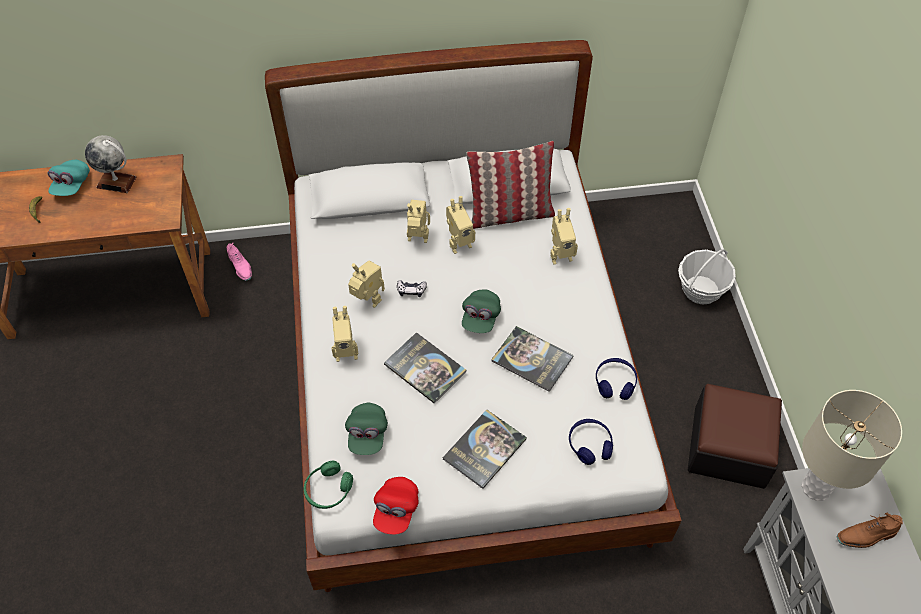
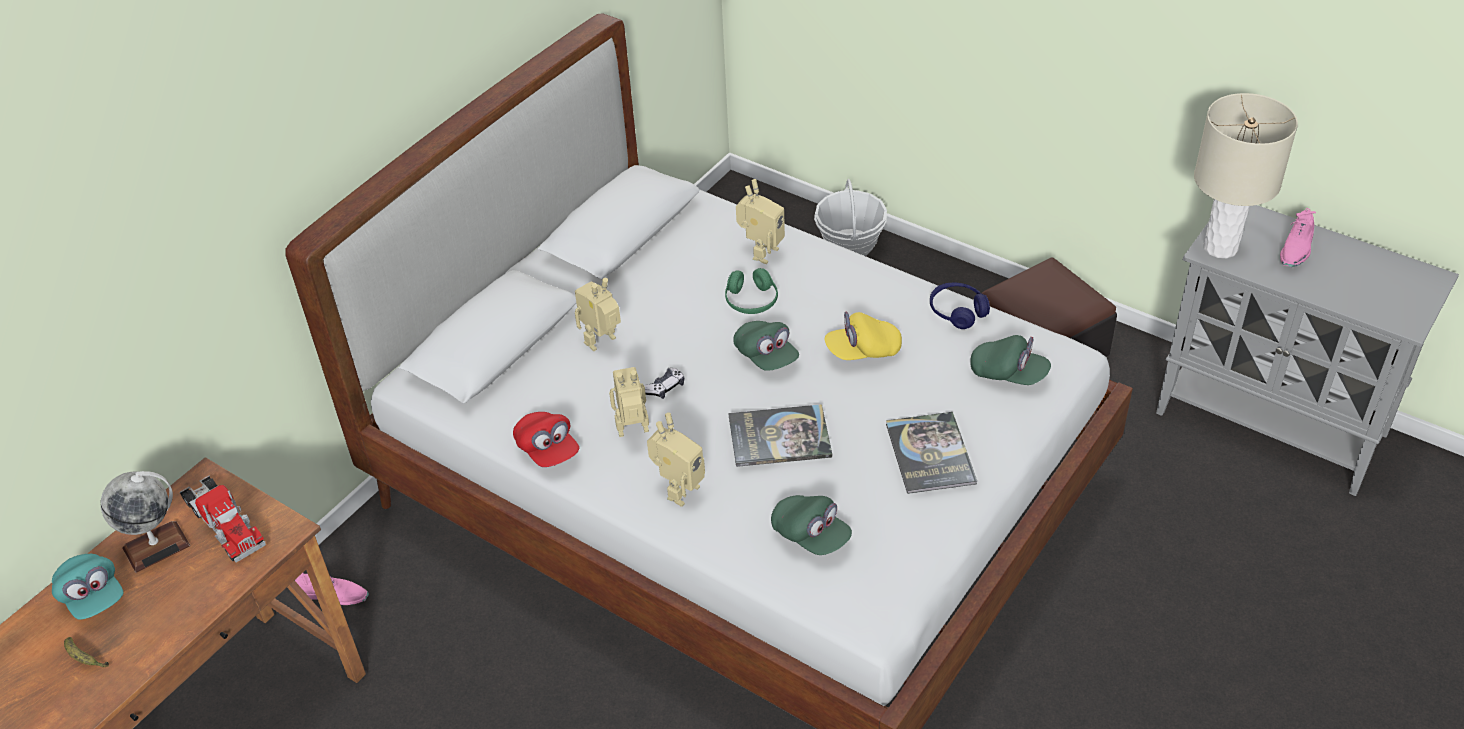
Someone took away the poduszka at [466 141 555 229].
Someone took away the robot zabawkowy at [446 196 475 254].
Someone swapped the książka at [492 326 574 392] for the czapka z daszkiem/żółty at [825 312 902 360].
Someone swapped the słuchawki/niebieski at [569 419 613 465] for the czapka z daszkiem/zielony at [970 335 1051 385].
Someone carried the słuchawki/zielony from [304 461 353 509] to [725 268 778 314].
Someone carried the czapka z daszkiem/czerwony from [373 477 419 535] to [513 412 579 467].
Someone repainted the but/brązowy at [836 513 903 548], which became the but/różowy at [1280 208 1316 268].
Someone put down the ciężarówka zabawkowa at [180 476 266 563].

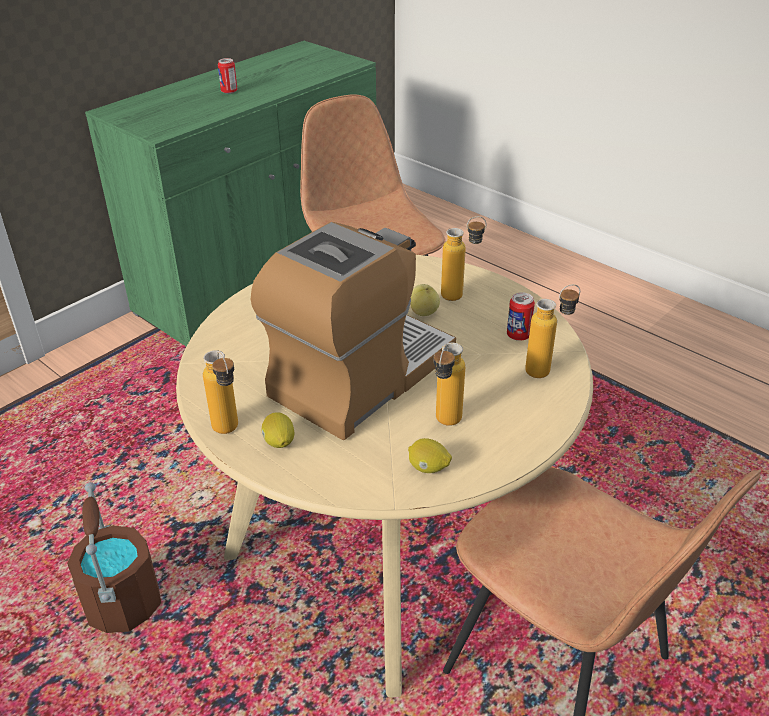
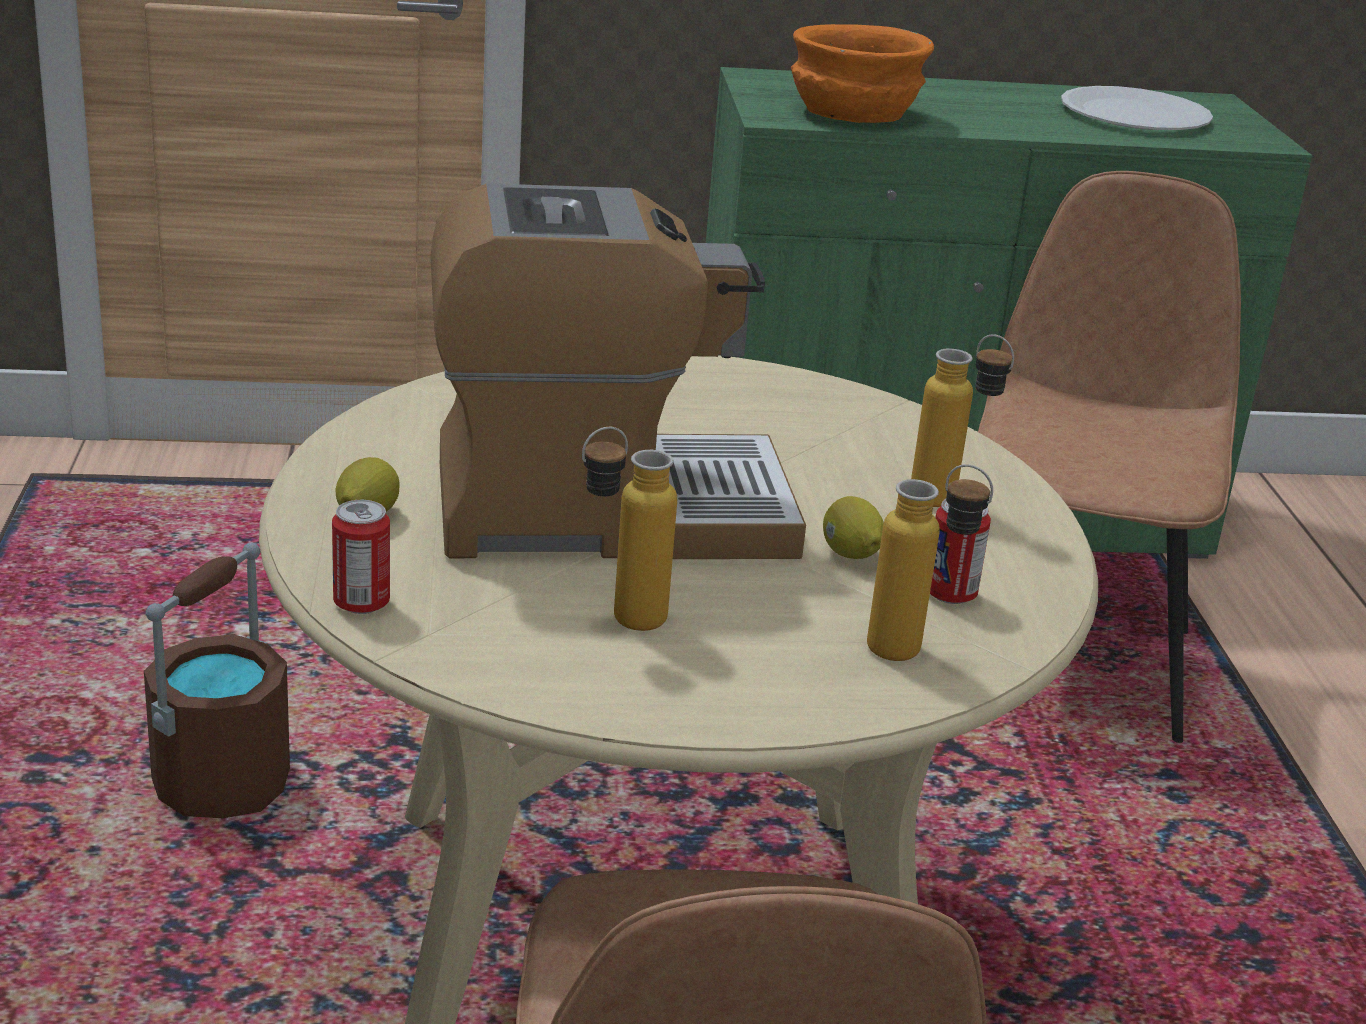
Someone carried the puszka from [218 58 238 94] to [332 500 390 614].
Someone took away the jabłko at [410 284 440 316].
Someone took away the butelka at [203 350 238 434].
Someone carried the cytryna from [408 438 452 473] to [823 496 884 559].
Someone put down the miska/pomarańczowy at [791 24 934 123].
Someone put down the talerz/biały at [1061 86 1213 130].

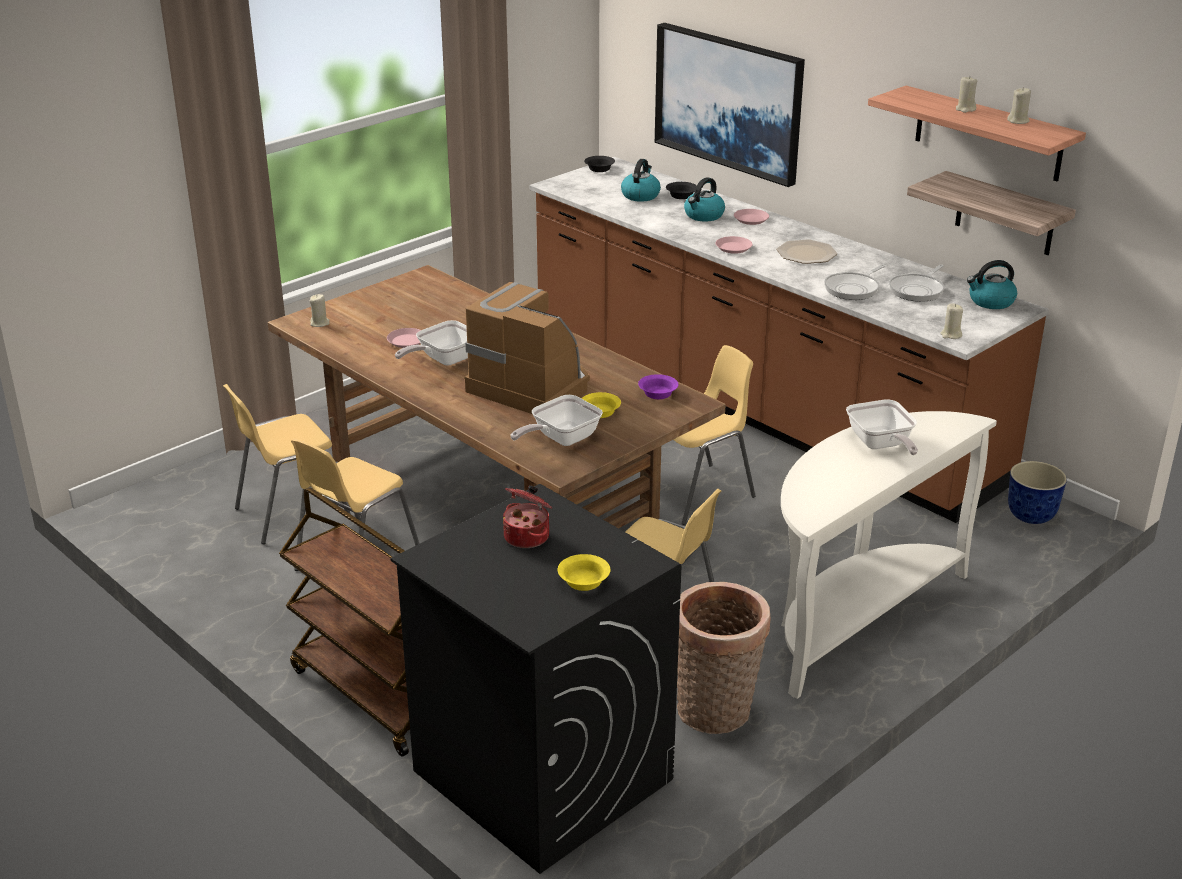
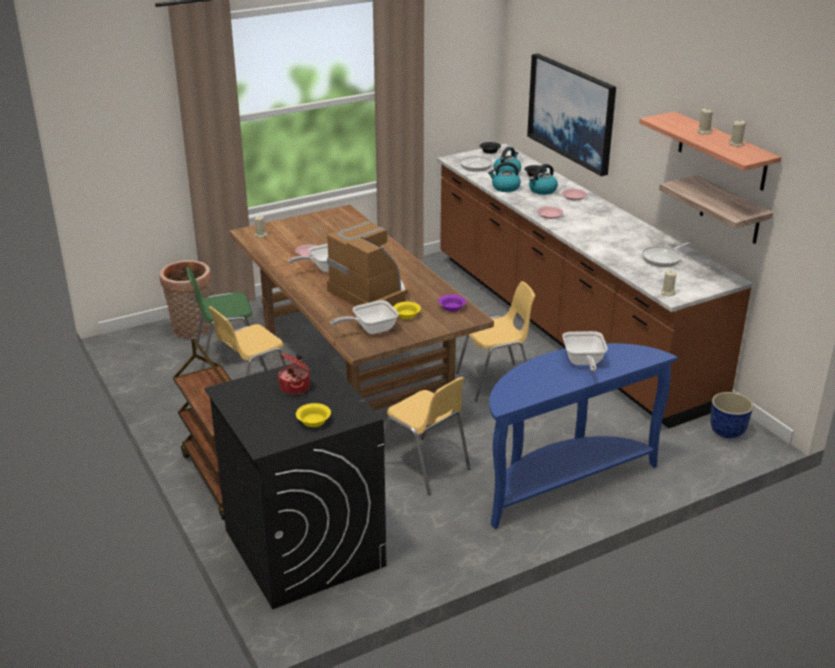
Someone took away the talerz at [776 239 837 264].
Someone carried the czajnik from [967 260 1017 309] to [488 162 521 192].
Someone carried the patelnia from [824 265 885 300] to [460 155 501 172].
Someone repainted the krzesło/żółty at [223 384 351 544], which became the krzesło/zielony at [186 267 262 370].
Someone repainted the stolik konsolowy/biały at [781 411 997 699], which became the stolik konsolowy/niebieski at [489 343 678 529].
Someone carried the koszyk from [677 582 771 734] to [159 260 211 339].

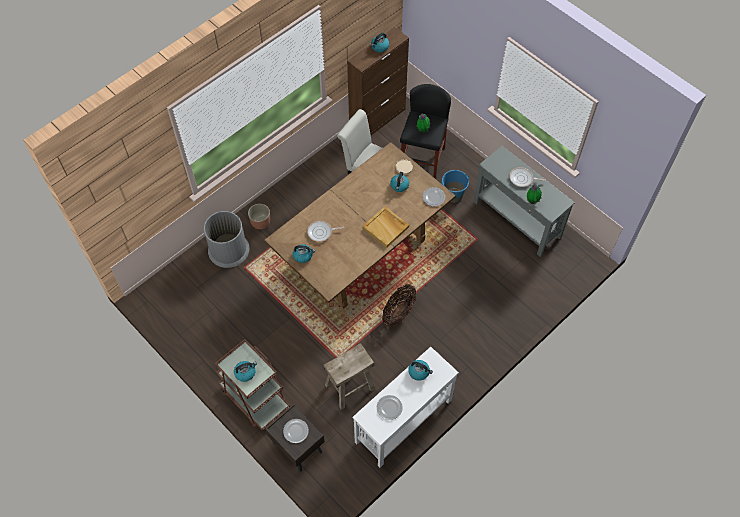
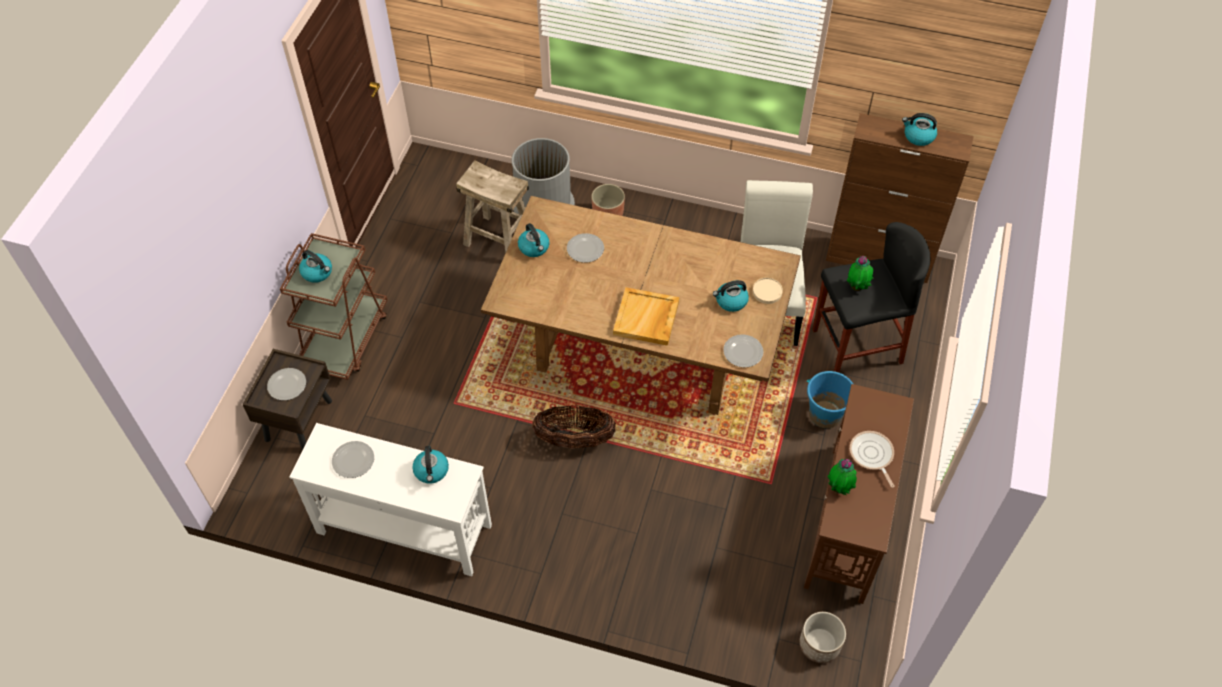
Someone repainted the stolik konsolowy/szary at [473 146 575 257], which became the stolik konsolowy/brązowy at [804 384 914 604].
Someone swapped the patelnia at [307 221 345 242] for the talerz at [567 233 604 263].
Someone carried the stołek/beżowy from [324 343 375 410] to [456 160 529 254].
Someone put down the donica at [800 612 846 663].

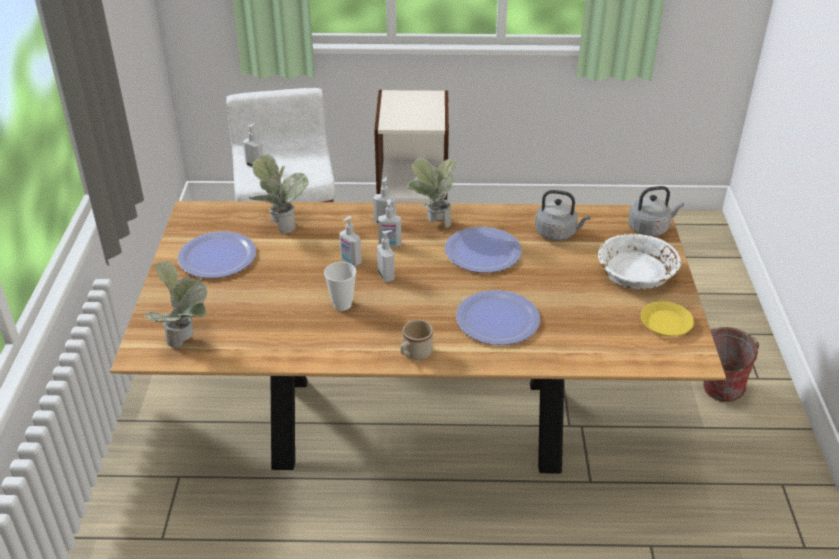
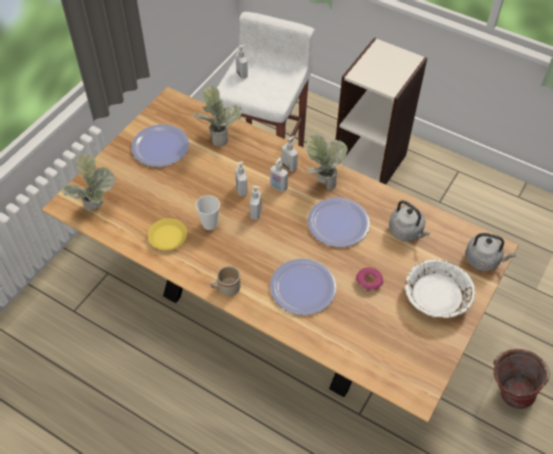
Someone carried the talerz/żółty from [641 301 694 336] to [148 218 187 250].
Someone put down the donut at [356 267 383 292].

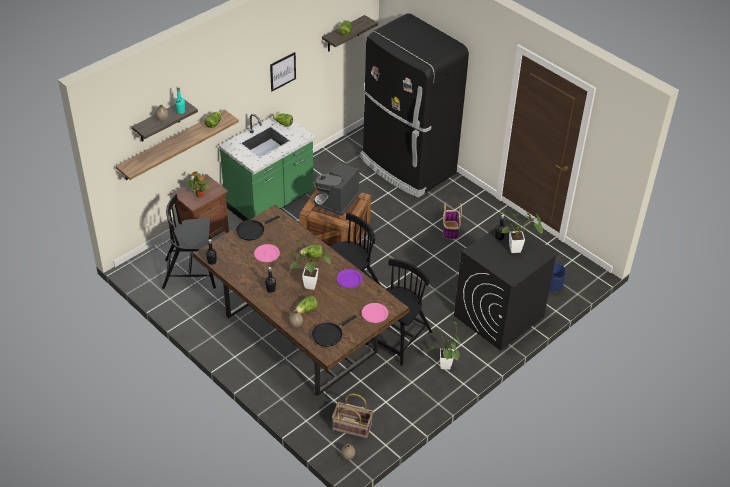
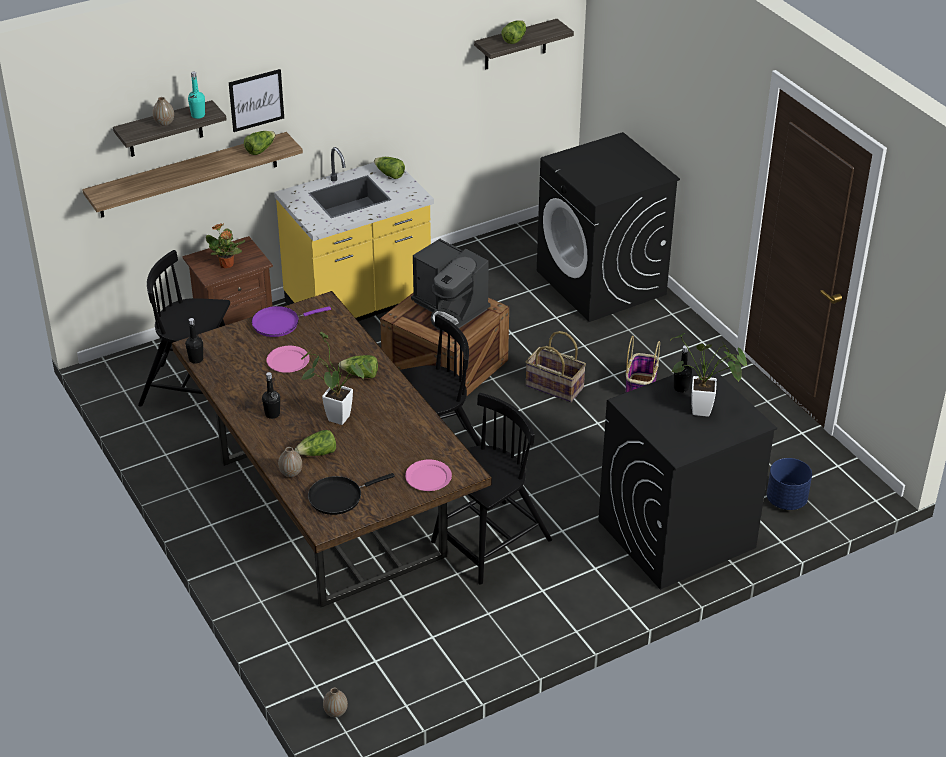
Someone swapped the lodówka/czarny at [360 13 469 198] for the pralka/czarny at [537 132 680 322].
Someone carried the obraz from [270 52 296 91] to [229 69 284 132].
Someone repainted the zabudowa kuchenna/zielony at [219 112 316 221], which became the zabudowa kuchenna/żółty at [274 147 434 321].
Someone rotated the ekspres do kawy at [314 161 361 216] by 90 degrees counterclockwise.
Someone repainted the patelnia/czarny at [236 215 280 240], which became the patelnia/fioletowy at [251 306 331 337].
Someone took away the talerz/fioletowy at [337 269 363 288].
Someone took away the roślina doniczkowa at [427 322 461 370].
Someone carried the koszyk from [332 394 373 439] to [526 331 586 402].

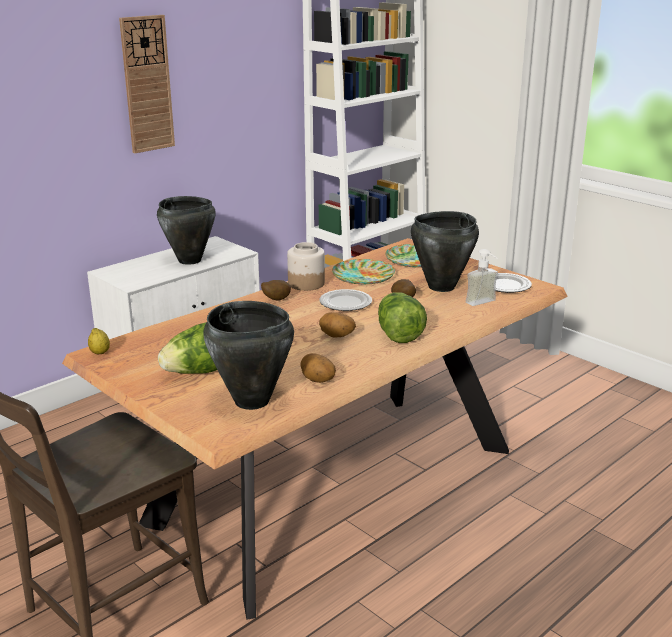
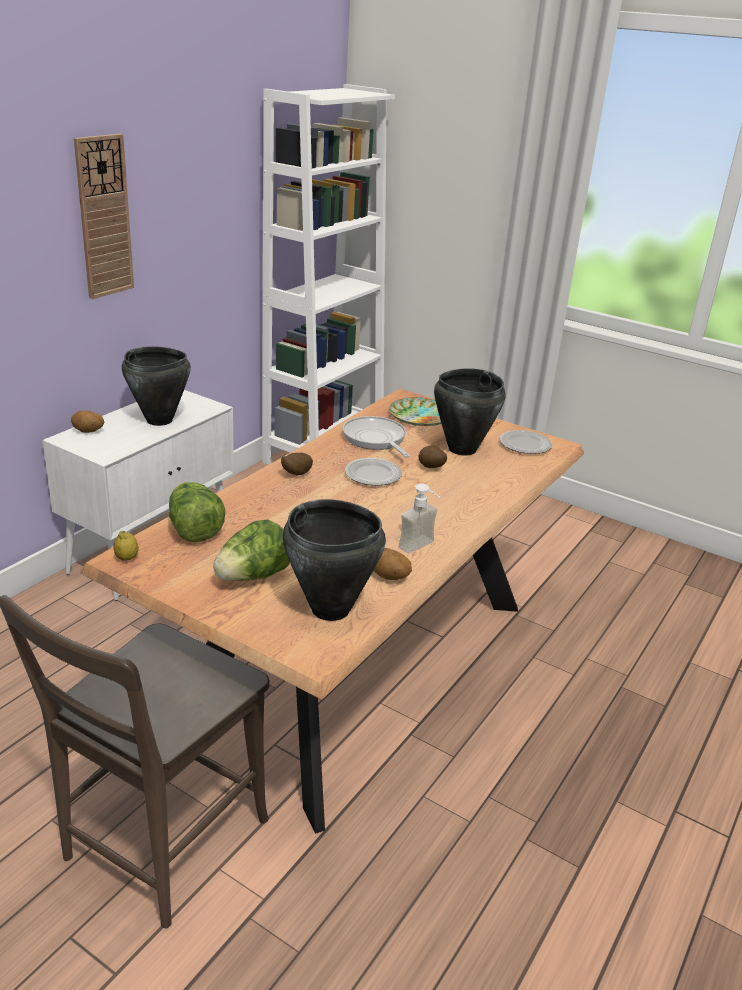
Someone took away the słoik at [287 242 325 291].
Someone carried the dozownik mydła from [466 249 498 306] to [399 483 440 553].
Someone swapped the talerz at [332 259 395 285] for the patelnia at [342 416 410 457].
Someone carried the sałata from [378 292 427 343] to [169 482 225 542].
Someone carried the ziemniak from [319 312 356 338] to [71 411 105 433].

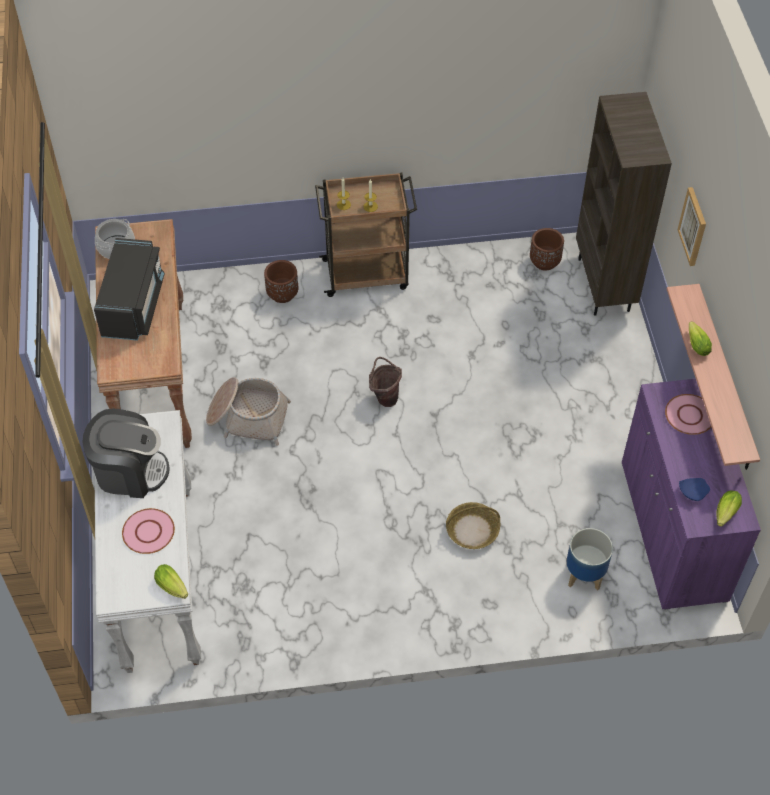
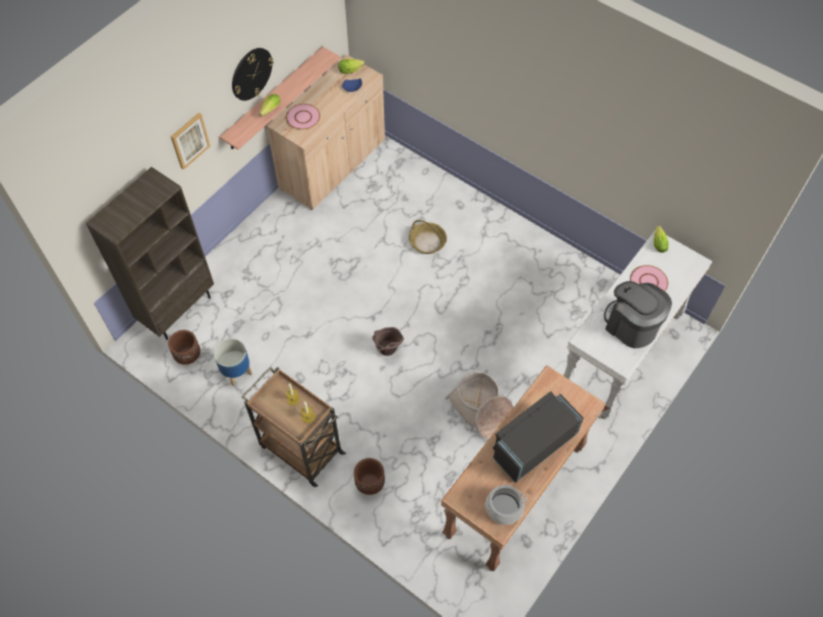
Someone repainted the szafka/fioletowy at [622 379 761 610], which became the szafka/beżowy at [266 54 385 210].
Someone carried the donica from [567 528 613 591] to [214 338 252 386].
Someone put up the zegar ścienny at [232 48 273 101].

